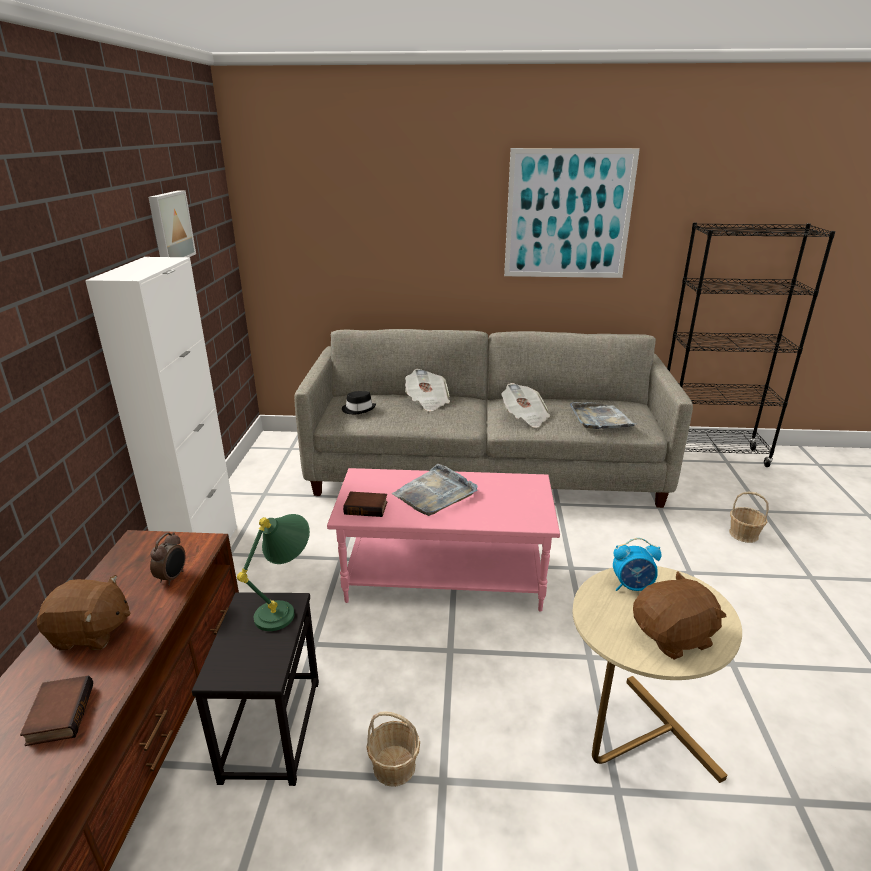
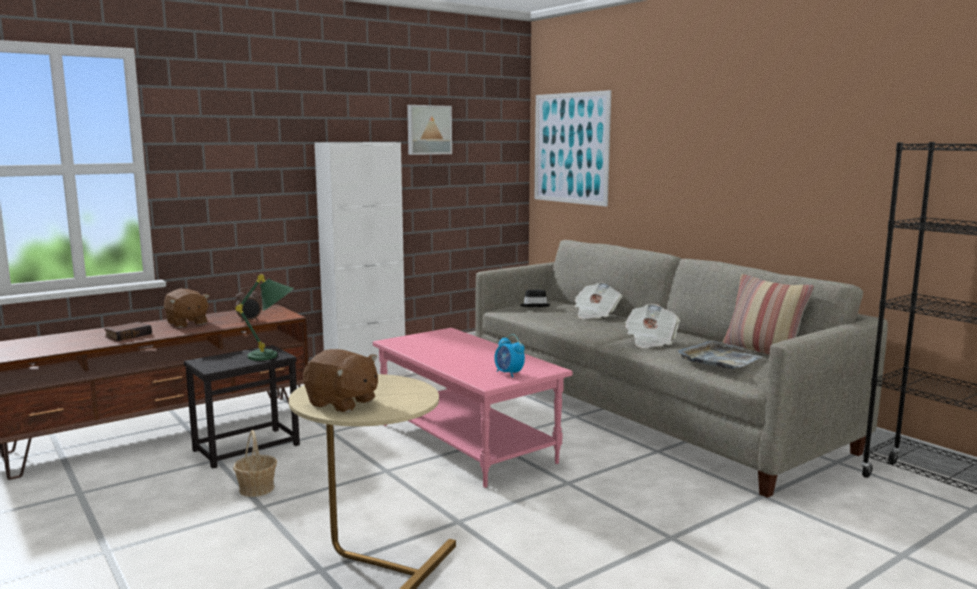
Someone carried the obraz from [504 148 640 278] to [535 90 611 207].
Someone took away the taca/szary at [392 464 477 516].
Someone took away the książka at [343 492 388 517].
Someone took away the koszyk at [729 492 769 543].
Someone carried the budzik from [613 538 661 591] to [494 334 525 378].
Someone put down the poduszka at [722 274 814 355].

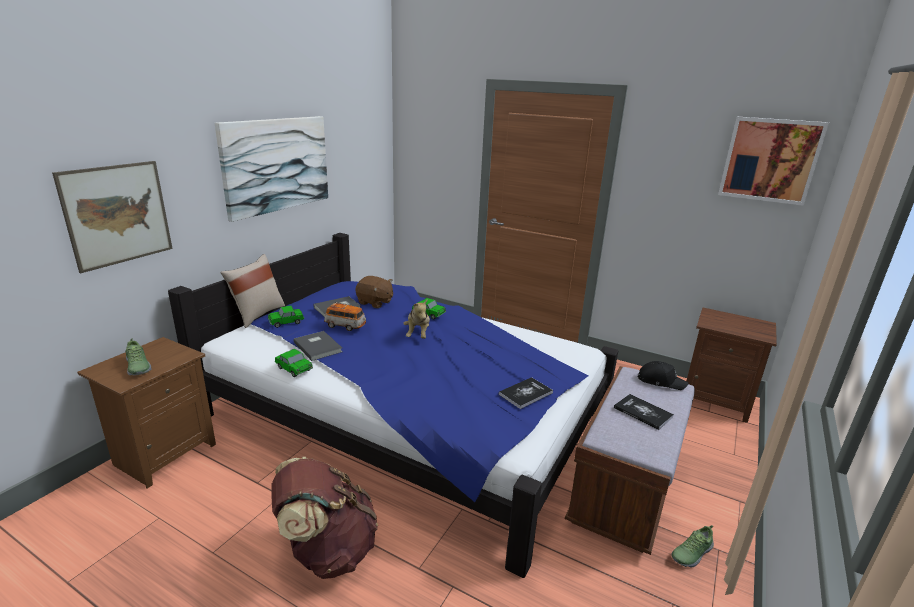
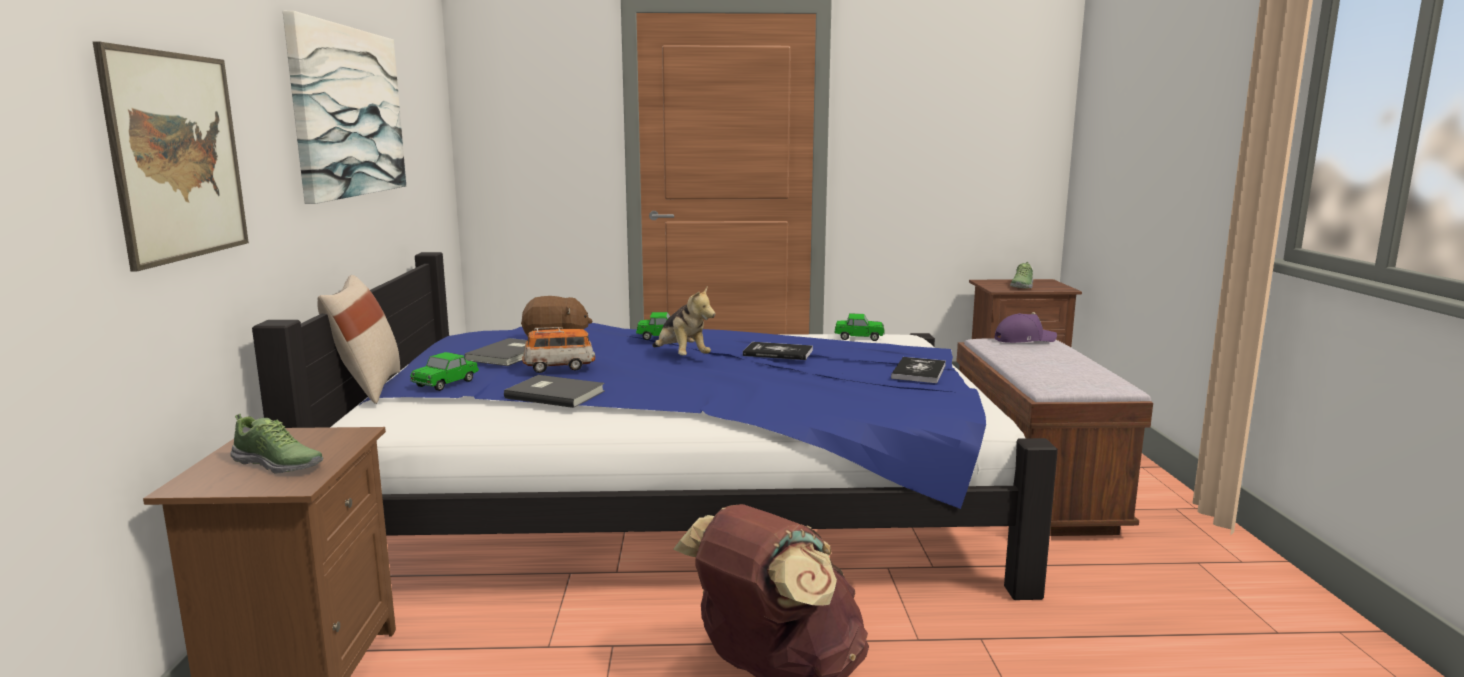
Someone took away the obraz at [718 117 829 206].
Someone carried the samochodzik from [275 349 313 377] to [835 313 885 341].
Someone repainted the czapka z daszkiem/czarny at [638 361 689 390], which became the czapka z daszkiem/fioletowy at [995 313 1057 343].
Someone carried the książka from [614 394 674 430] to [743 342 813 360].
Someone carried the but from [672 525 714 568] to [1010 262 1033 289].

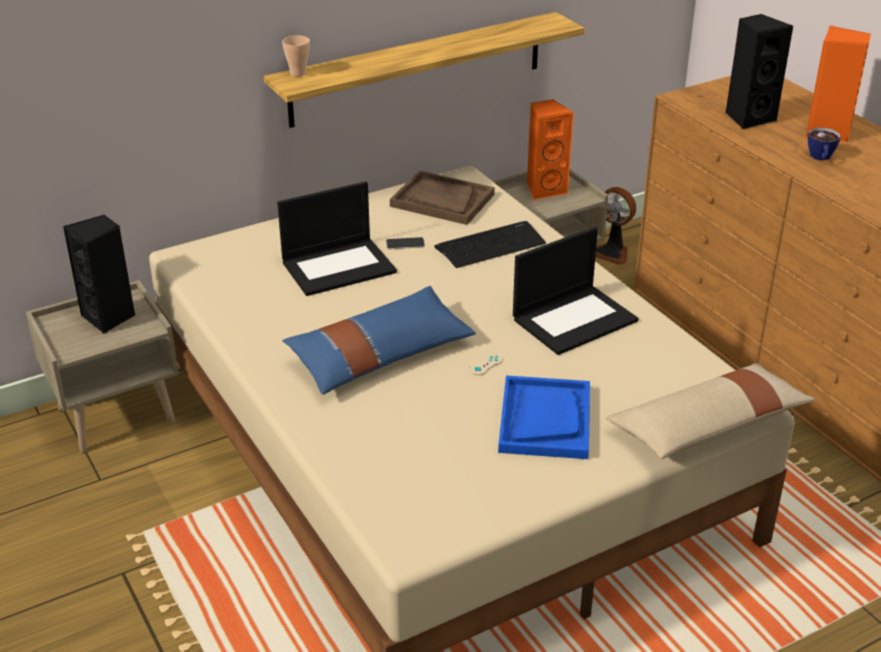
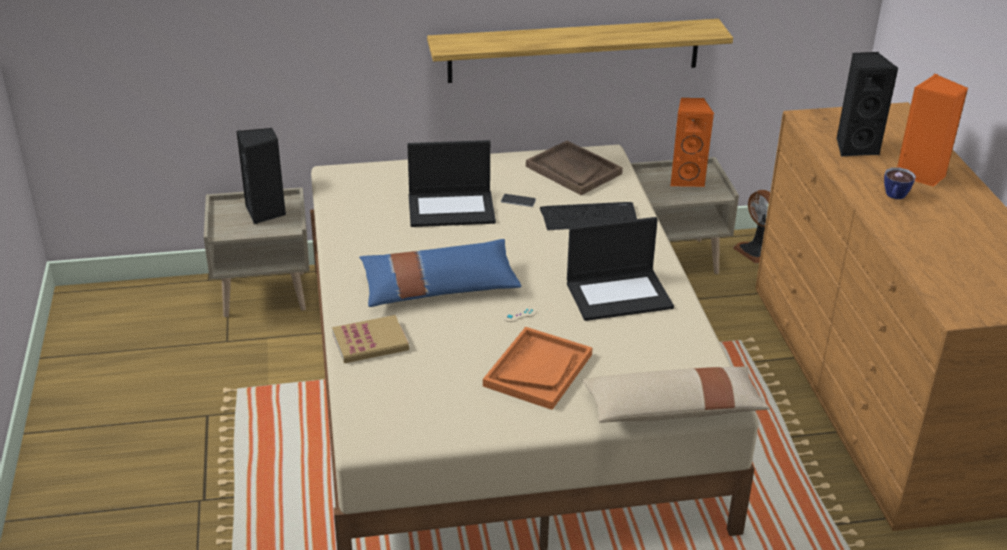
Someone took away the filiżanka at [282 36 310 77].
Someone repainted the taca/niebieski at [498 376 590 459], which became the taca/pomarańczowy at [483 327 592 410].
Someone put down the książka at [332 315 409 363].

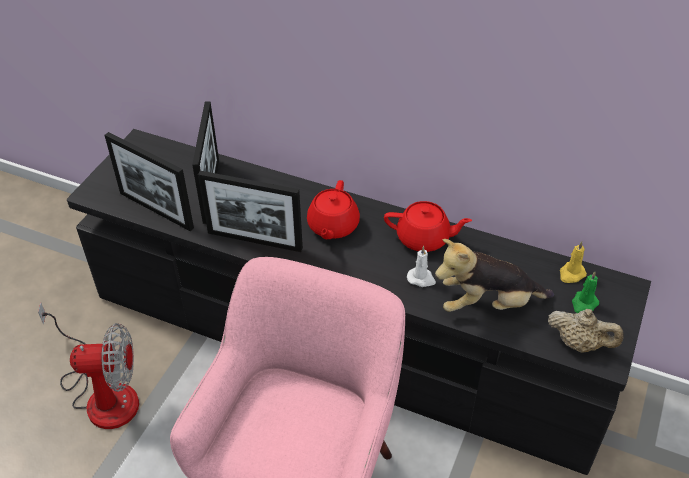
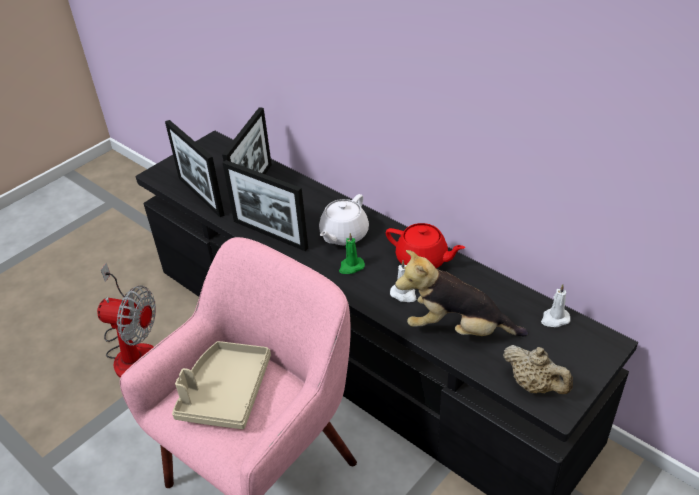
Someone repainted the imbryk/czerwony at [307 180 360 239], which became the imbryk/biały at [319 194 369 245].
Someone repainted the świeca/żółty at [560 241 587 283], which became the świeca/biały at [541 284 570 327].
Someone carried the świeca/zielony from [572 271 599 313] to [339 233 365 274].
Someone put down the taca/beżowy at [172 341 271 429].

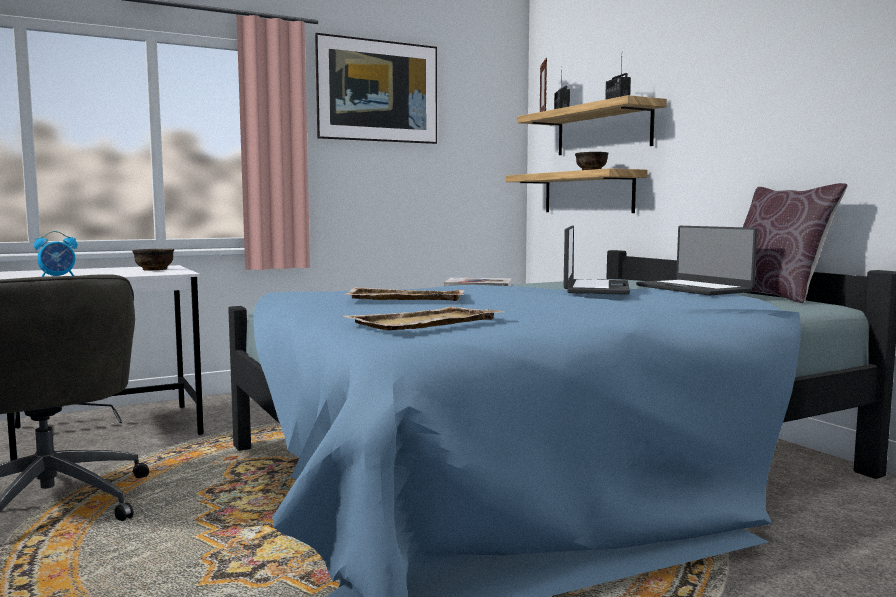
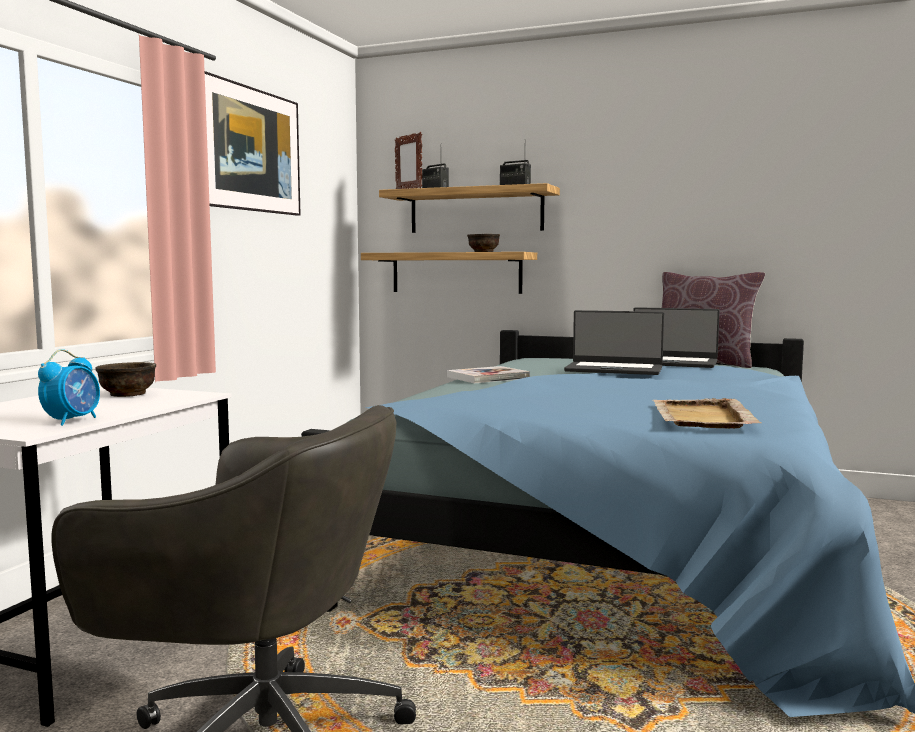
Someone rotated the laptop at [564 226 630 295] by 135 degrees clockwise.
Someone took away the taca/beżowy at [343 287 464 301].

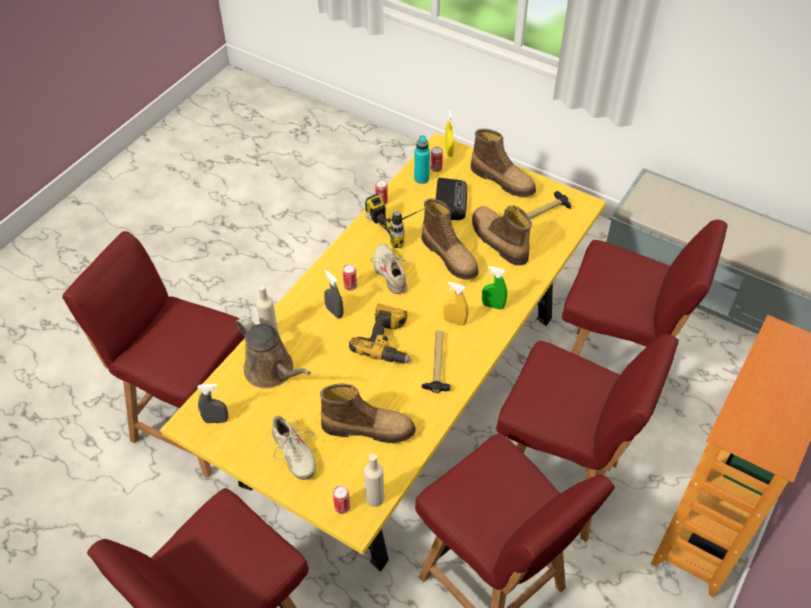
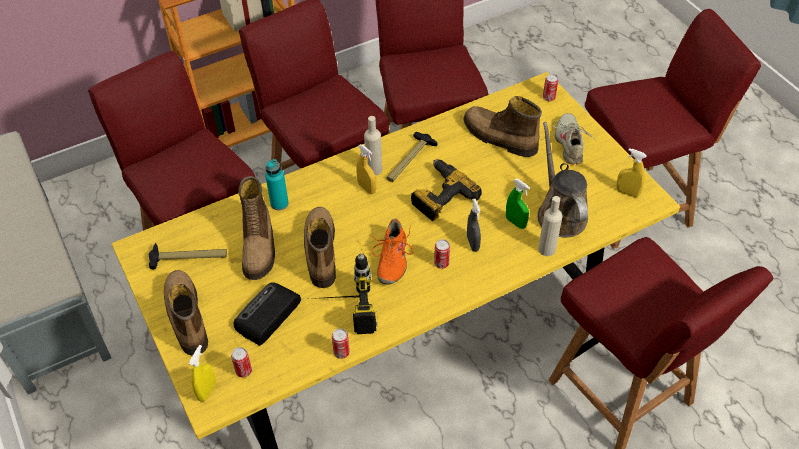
Someone carried the butelka/turkusowy from [414 135 430 184] to [265 159 289 210].
Someone repainted the but/beżowy at [370 244 413 294], which became the but/pomarańczowy at [370 219 414 285].
Someone carried the spryskiwacz/zielony from [482 266 507 310] to [506 179 530 229].
Someone repainted the spryskiwacz/szary at [198 384 228 423], which became the spryskiwacz/żółty at [616 148 647 197].
Someone carried the butelka/beżowy from [364 453 384 507] to [364 116 382 176].

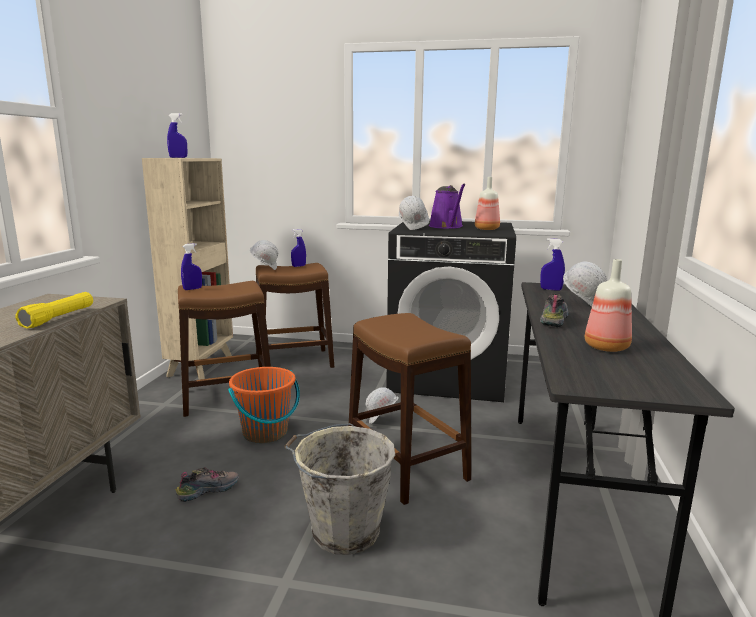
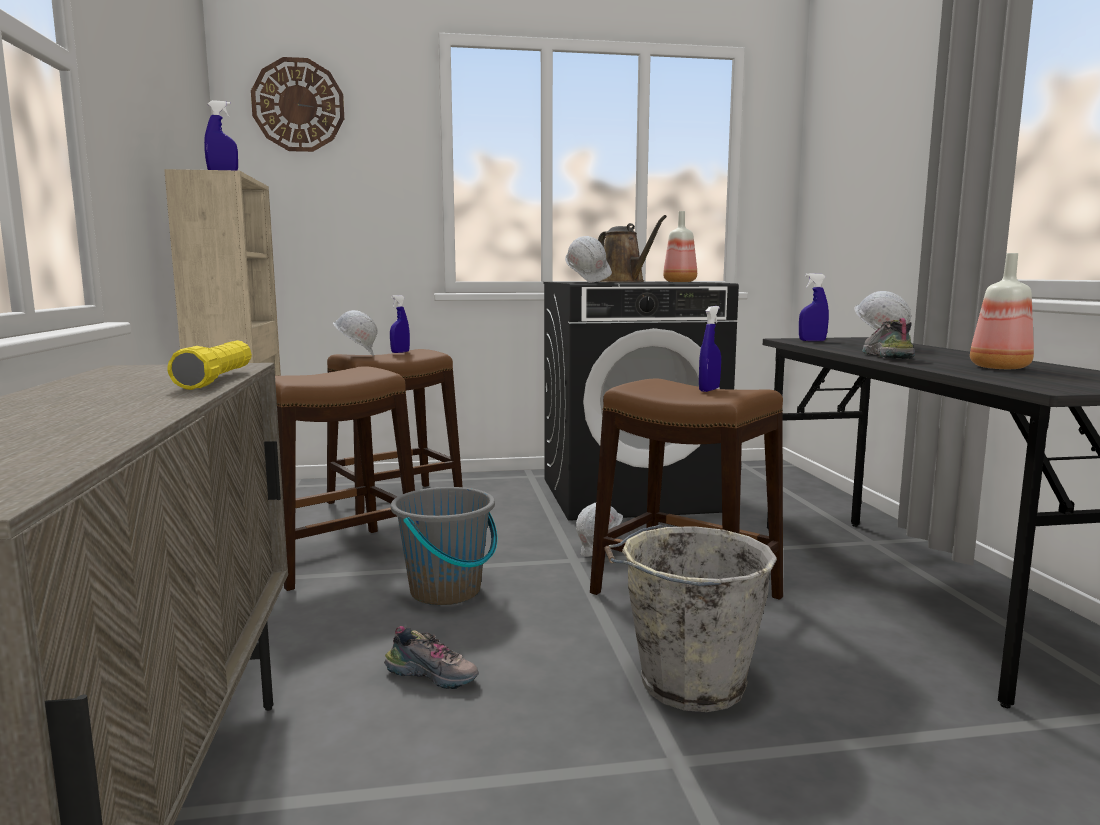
Someone repainted the konewka/fioletowy at [429 184 465 229], which became the konewka/brązowy at [598 215 667 282].
Someone carried the spryskiwacz/niebieski from [181 243 202 290] to [699 306 721 392].
Someone repainted the wiadro/pomarańczowy at [228 367 300 443], which became the wiadro/szary at [391 487 497 605].
Someone rotated the but at [175 467 239 502] by 75 degrees clockwise.
Someone put up the zegar ścienny at [251 57 344 152].

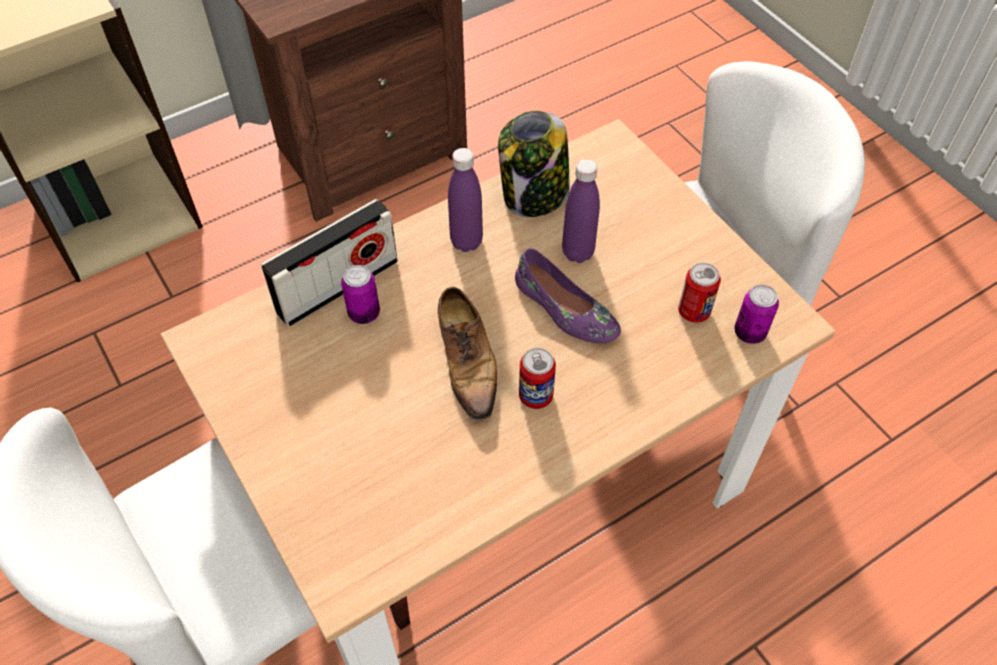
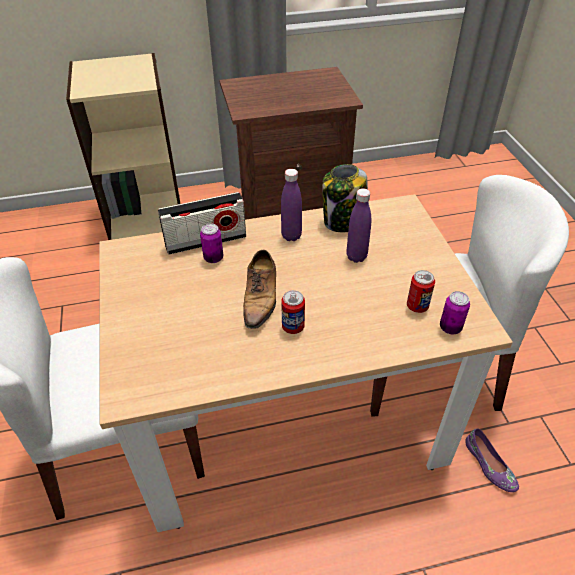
Someone carried the but/fioletowy from [515 248 621 343] to [465 428 519 492].

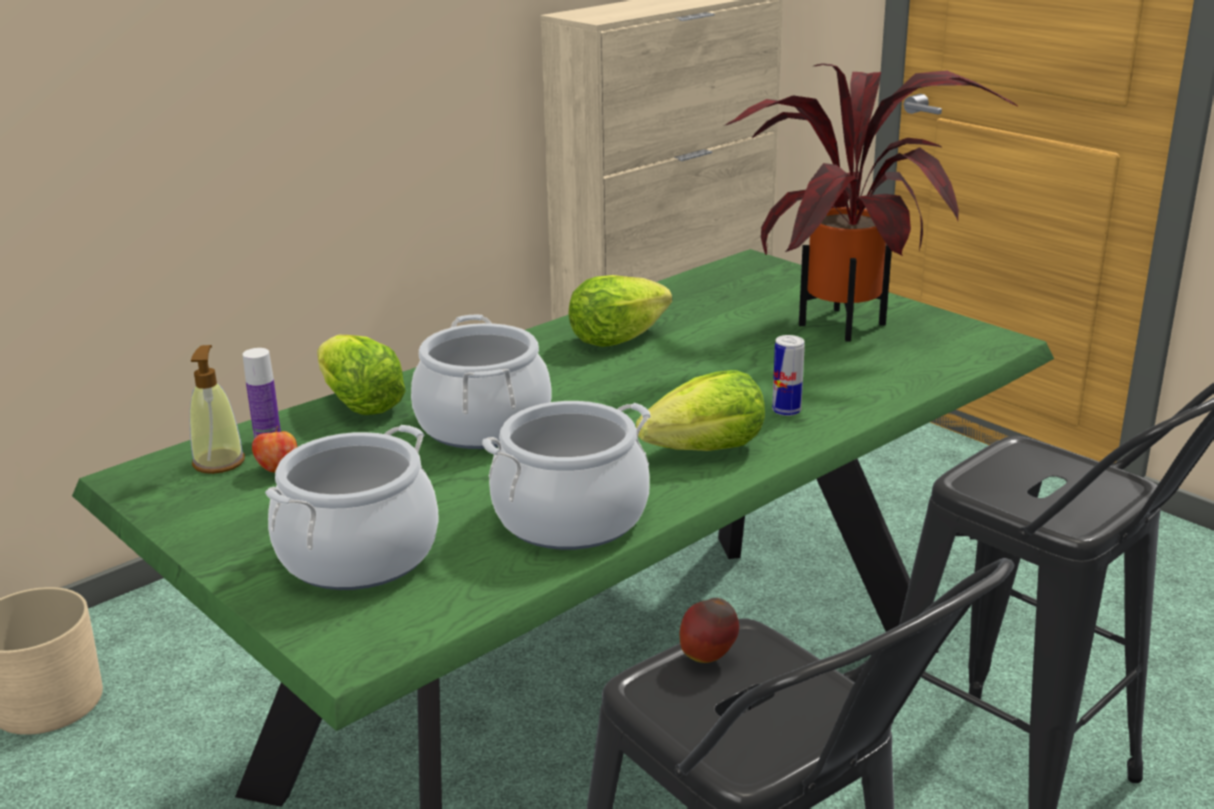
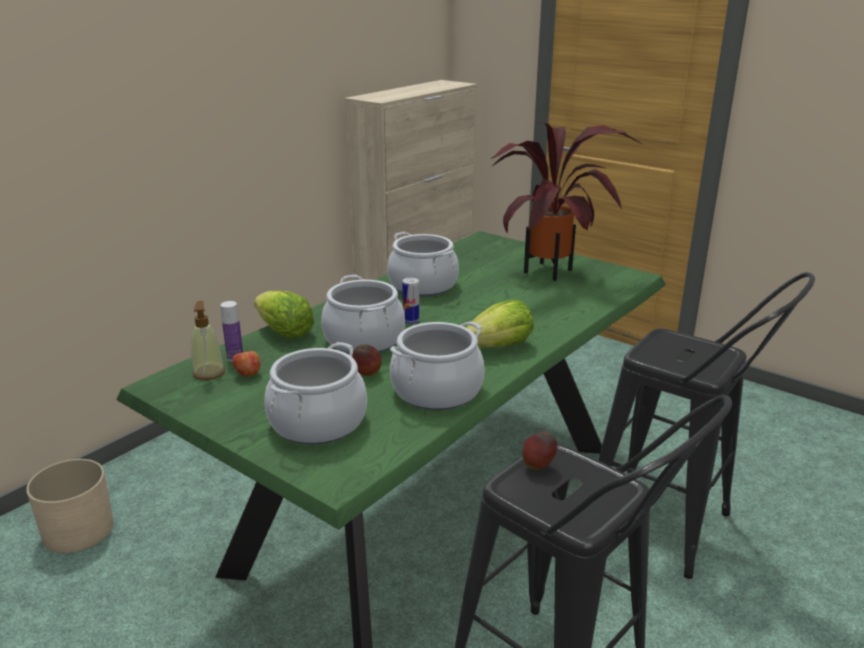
Someone swapped the sałata at [568 275 672 347] for the garnek at [387 232 459 296].
Someone carried the puszka from [772 335 805 416] to [402 278 420 324].
Someone put down the jabłko at [352 344 381 376].

